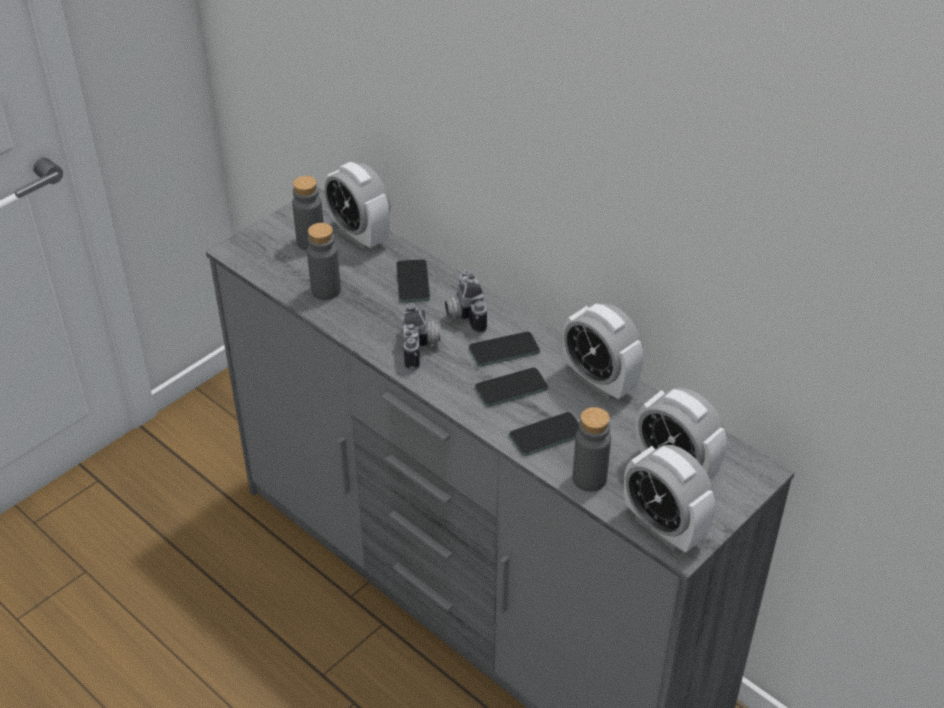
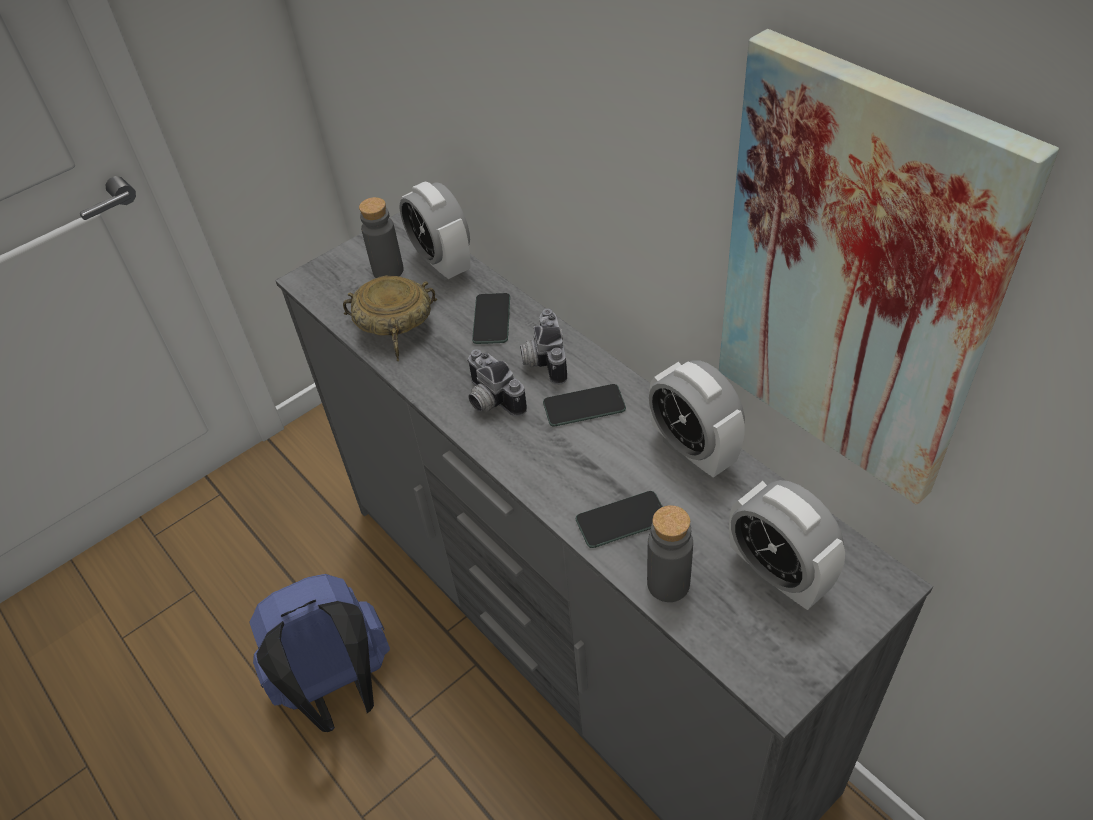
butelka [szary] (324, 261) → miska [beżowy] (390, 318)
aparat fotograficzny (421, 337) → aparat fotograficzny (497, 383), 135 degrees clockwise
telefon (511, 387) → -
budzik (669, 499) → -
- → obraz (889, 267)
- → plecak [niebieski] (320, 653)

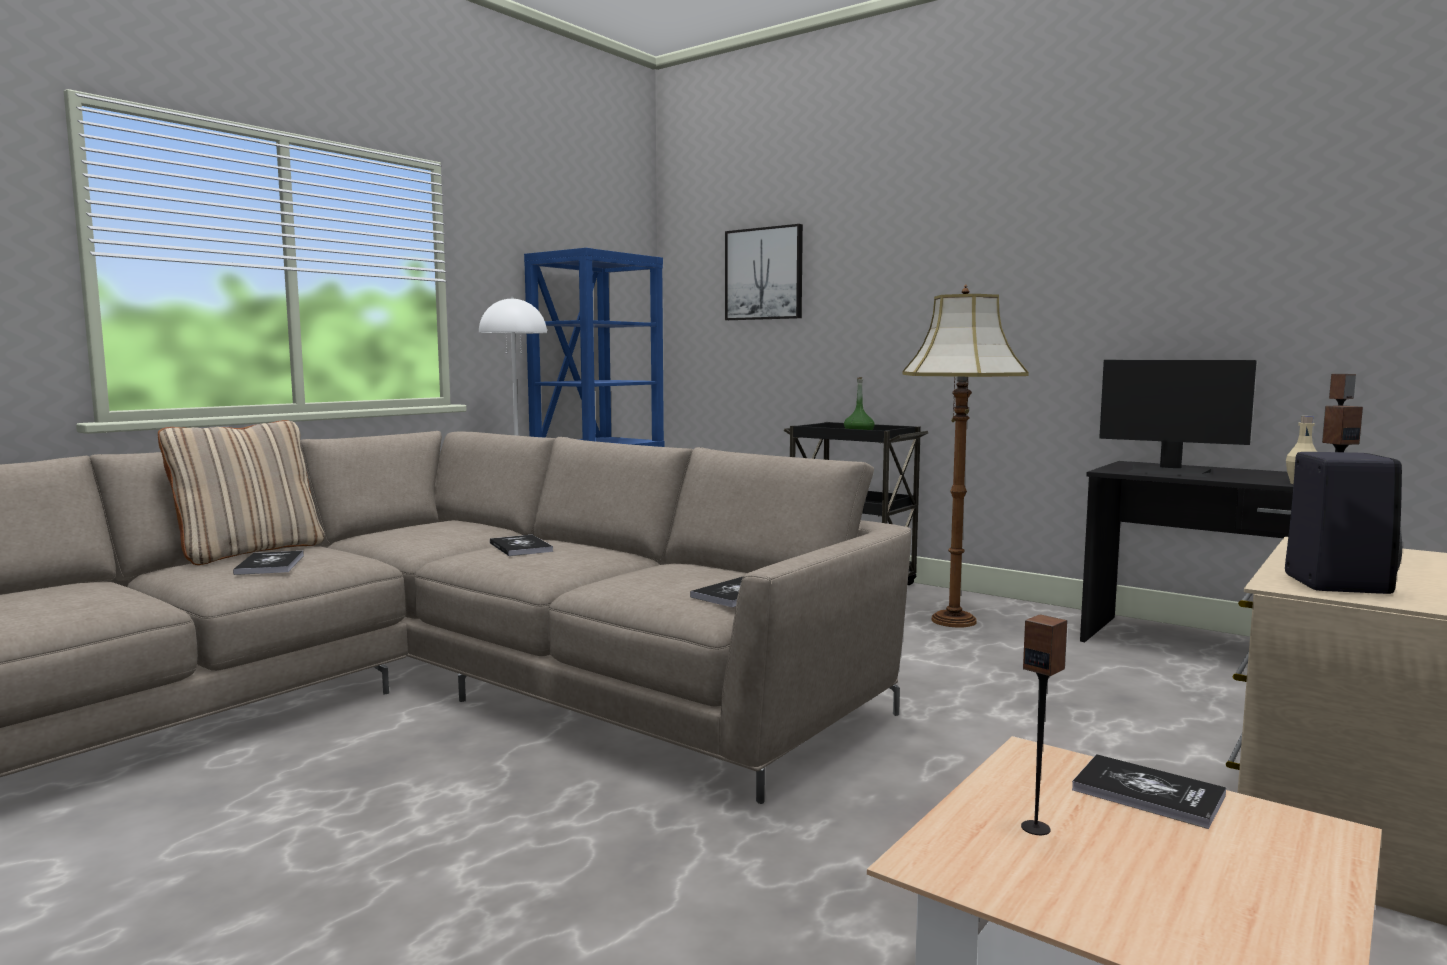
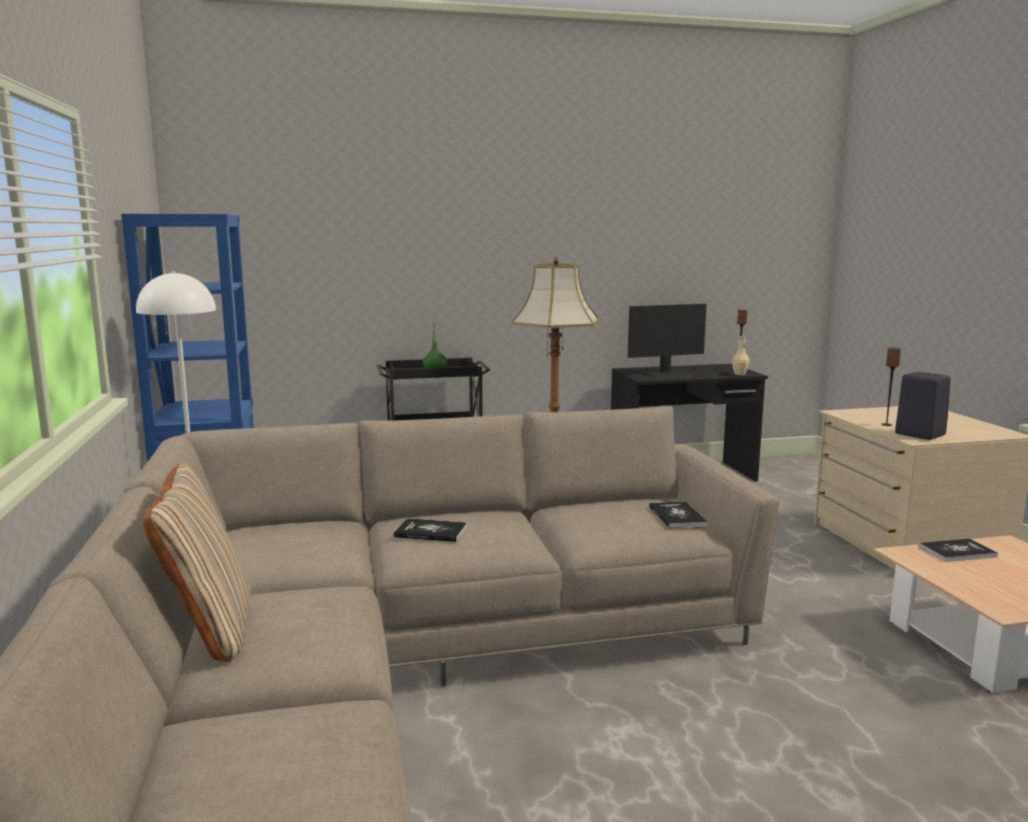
obraz (764, 272) → -
książka (268, 563) → -
głośnik (1044, 724) → -

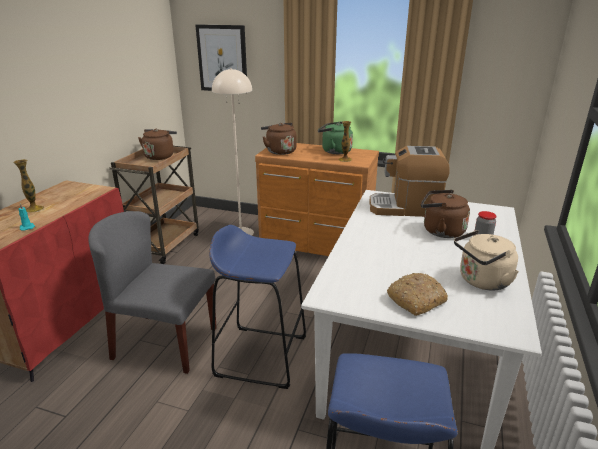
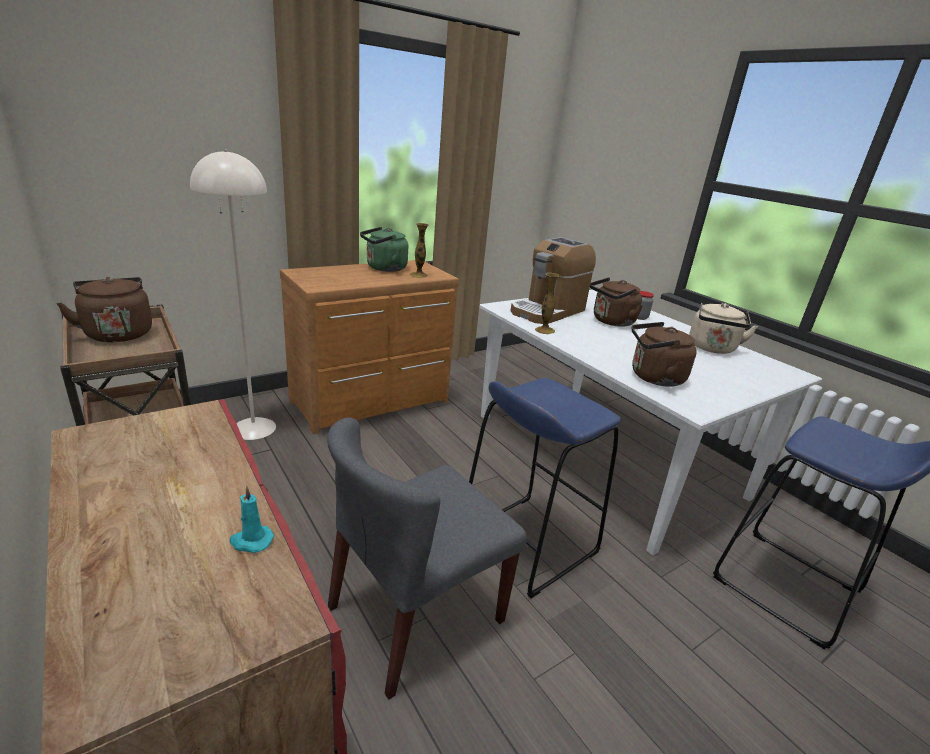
obraz (221, 57) → -
czajnik [brązowy] (279, 139) → czajnik [brązowy] (664, 354), move
wazon (28, 186) → wazon (547, 303), move
chleb (417, 294) → -

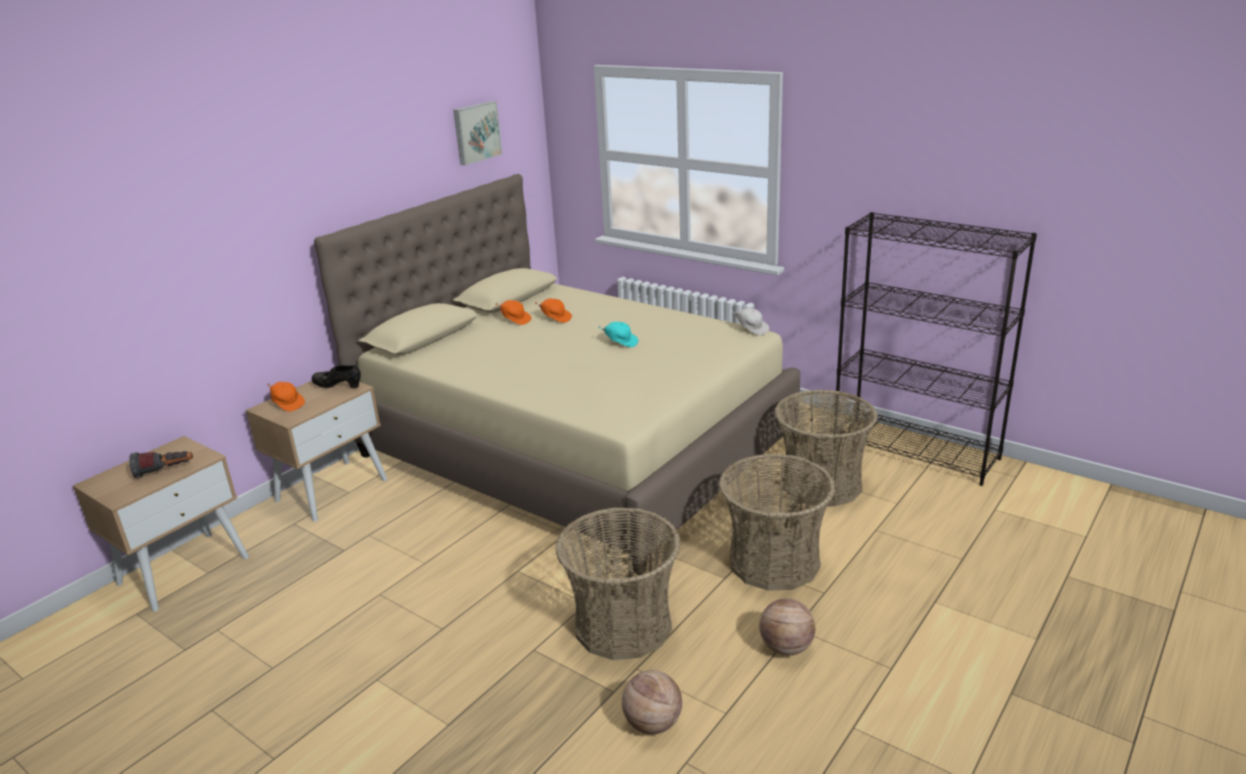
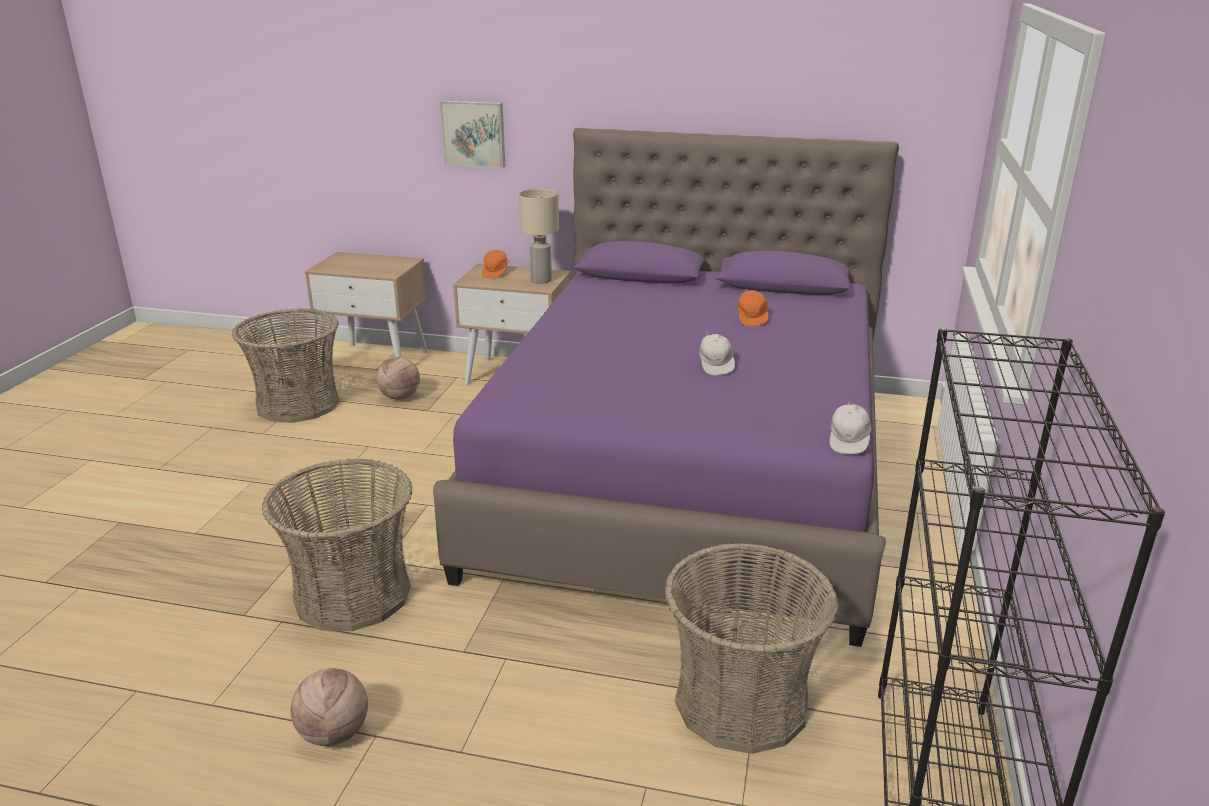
obraz (477, 133) → obraz (472, 134), move
łóżko [beżowy] (557, 374) → łóżko [fioletowy] (666, 387)
czapka z daszkiem [pomarańczowy] (513, 312) → -
czapka z daszkiem [turkusowy] (618, 334) → czapka z daszkiem [biały] (717, 353)
but [czarny] (336, 376) → lampa stołowa [beżowy] (539, 236)
latarka (161, 464) → -
koszyk (777, 522) → koszyk (286, 365), move
piłka do koszykówki (652, 702) → piłka do koszykówki (398, 378), move

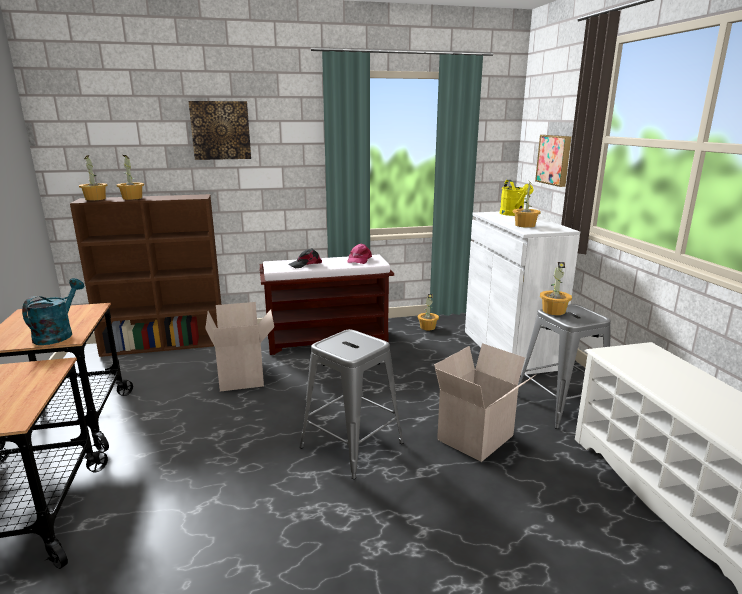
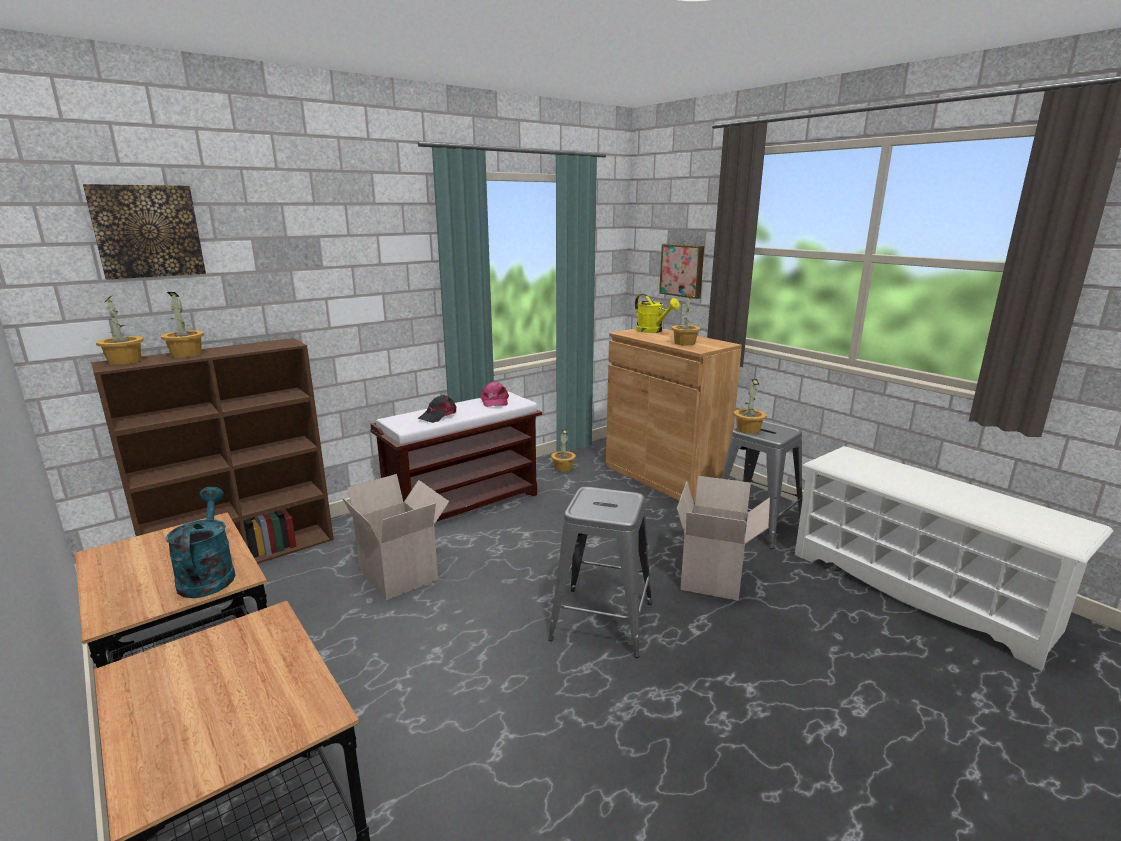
obraz (219, 130) → obraz (144, 232), move
szafka [biały] (522, 293) → szafka [brązowy] (674, 415)

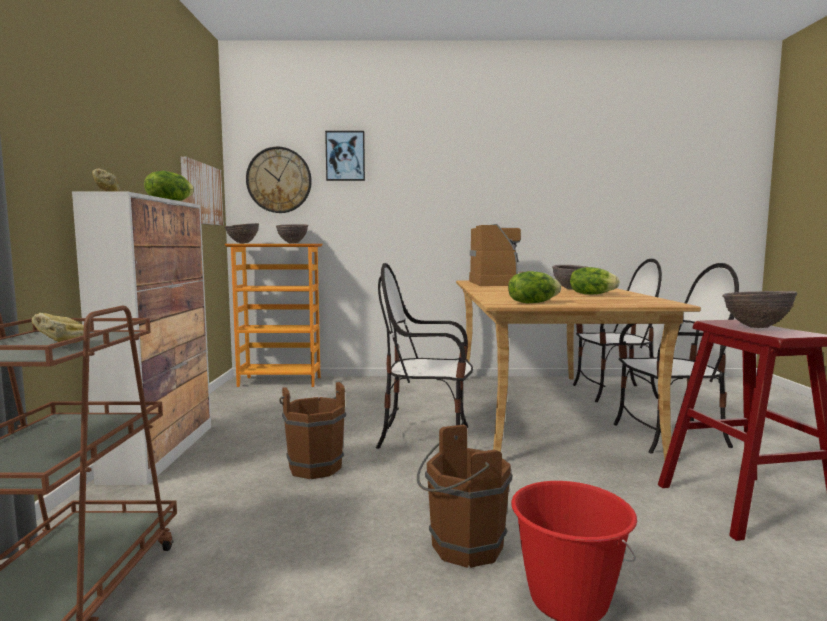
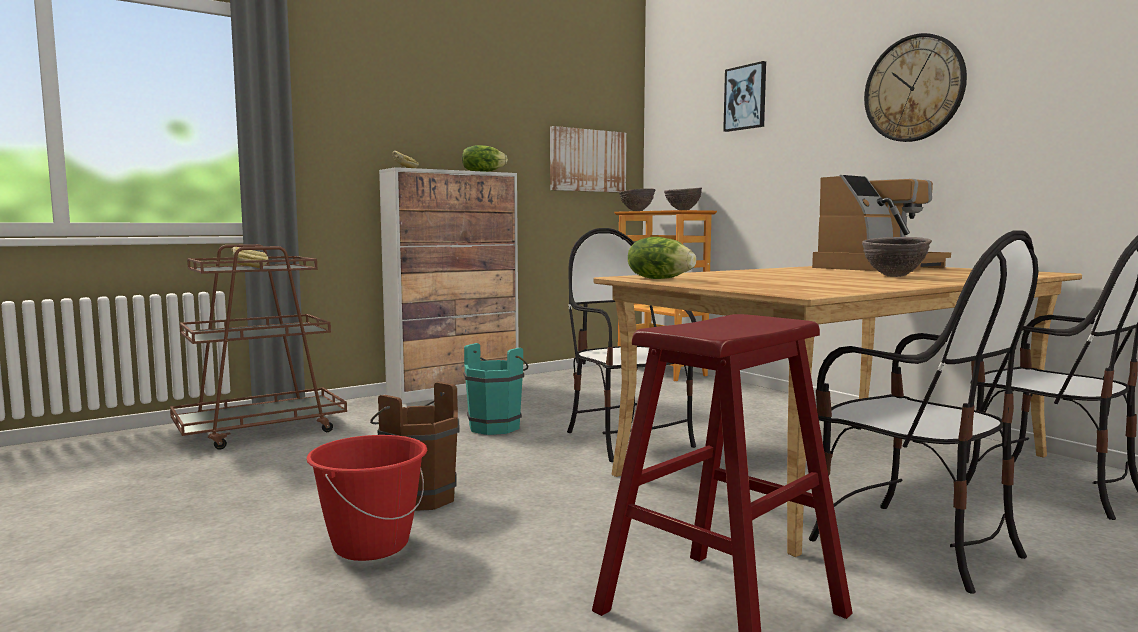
zegar ścienny (279, 180) → zegar ścienny (915, 87), move
sałata (595, 281) → -
miska [brązowy] (759, 309) → -
wiadro [brązowy] (312, 430) → wiadro [turkusowy] (495, 389)

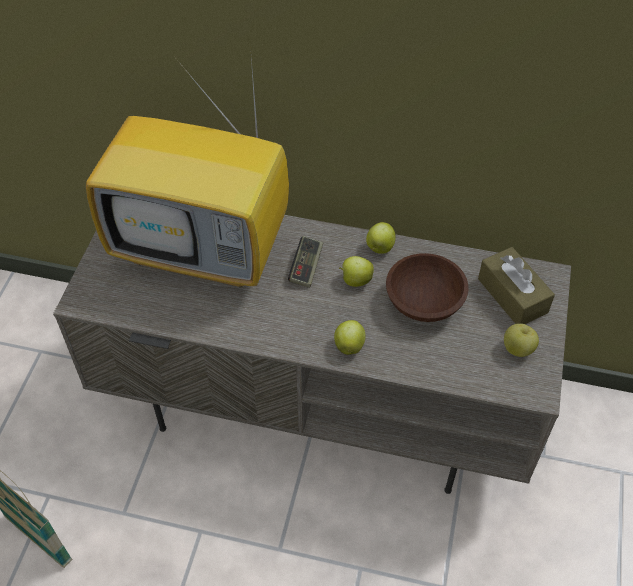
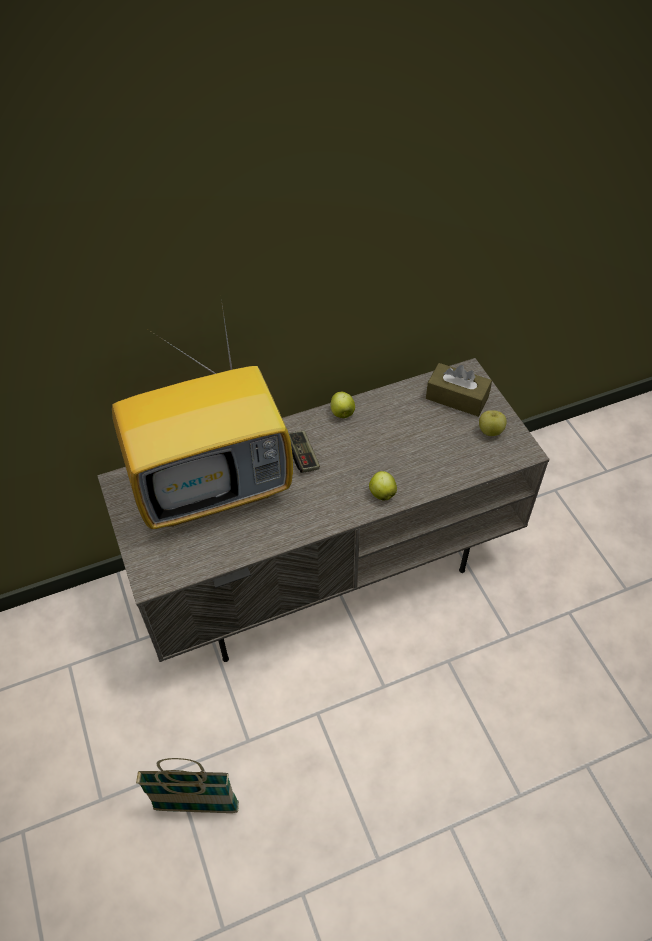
miska [brązowy] (427, 287) → -
jabłko (356, 271) → -

